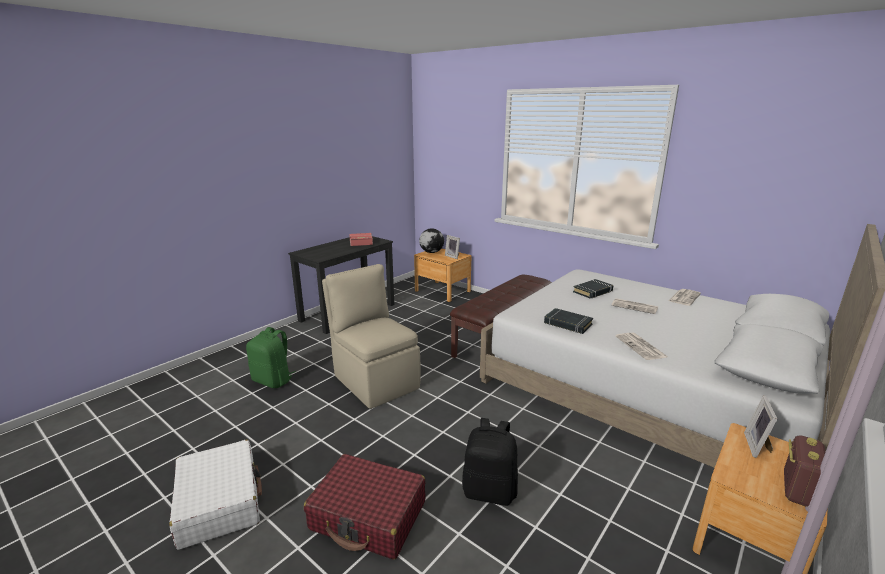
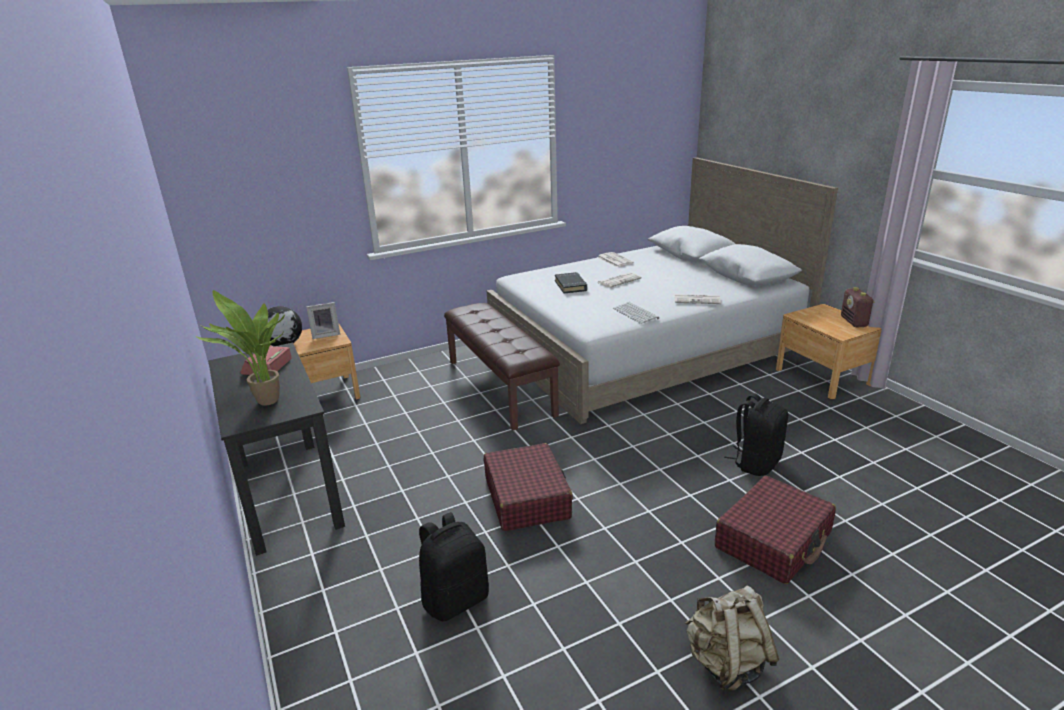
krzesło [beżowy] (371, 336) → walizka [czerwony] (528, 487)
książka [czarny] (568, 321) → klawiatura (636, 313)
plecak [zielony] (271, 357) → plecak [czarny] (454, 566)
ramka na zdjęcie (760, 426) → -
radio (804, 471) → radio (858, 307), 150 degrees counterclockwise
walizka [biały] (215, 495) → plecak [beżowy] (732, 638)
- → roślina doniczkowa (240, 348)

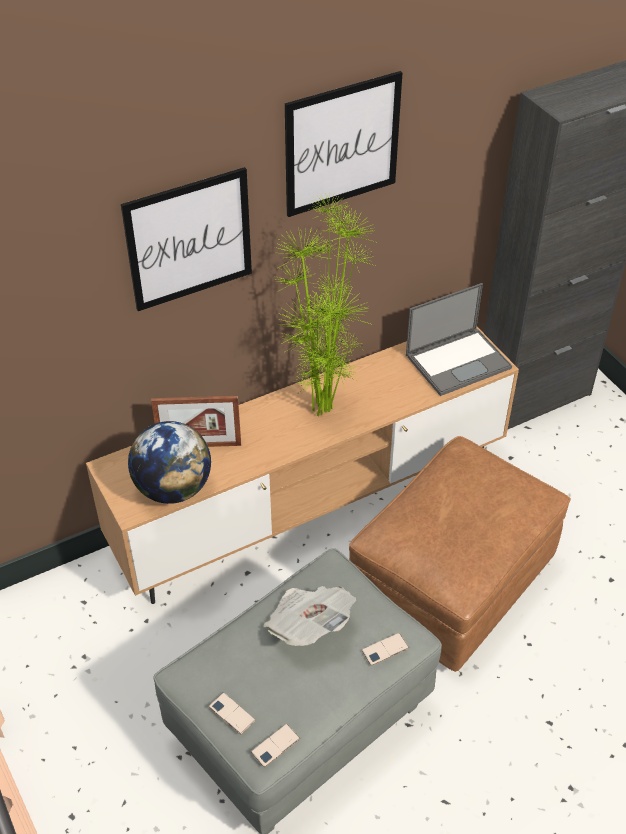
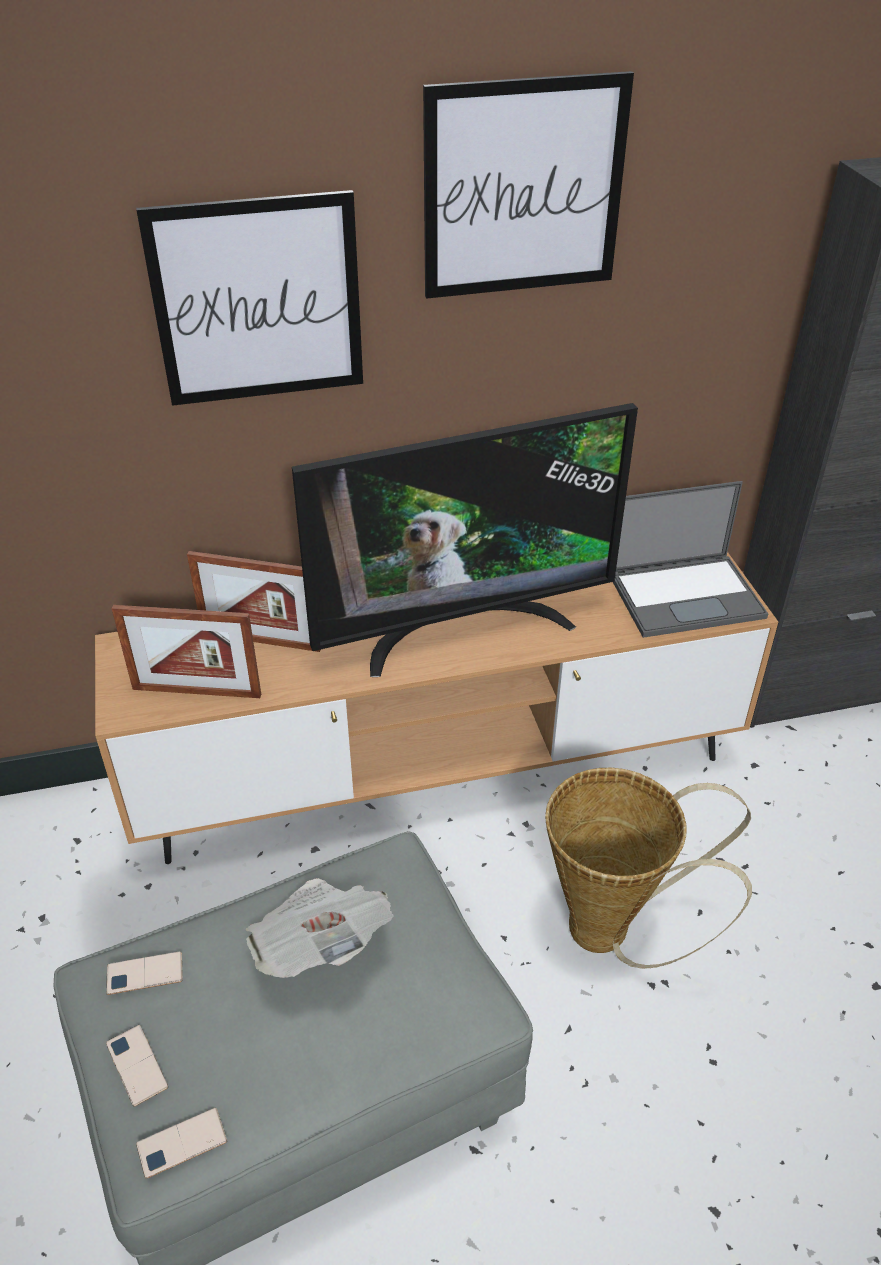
roślina doniczkowa (326, 304) → telewizor (465, 540)
globus (169, 462) → ramka na zdjęcie (186, 651)
pufa [brązowy] (460, 554) → koszyk (648, 868)
telefon (385, 649) → telefon (144, 973), move

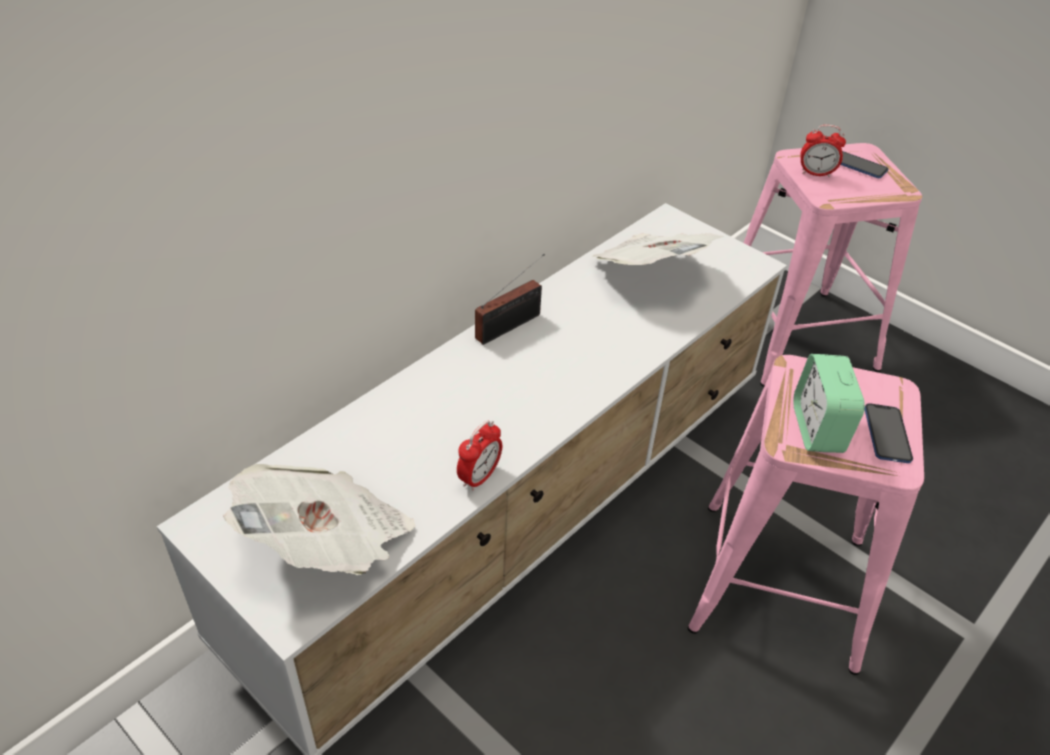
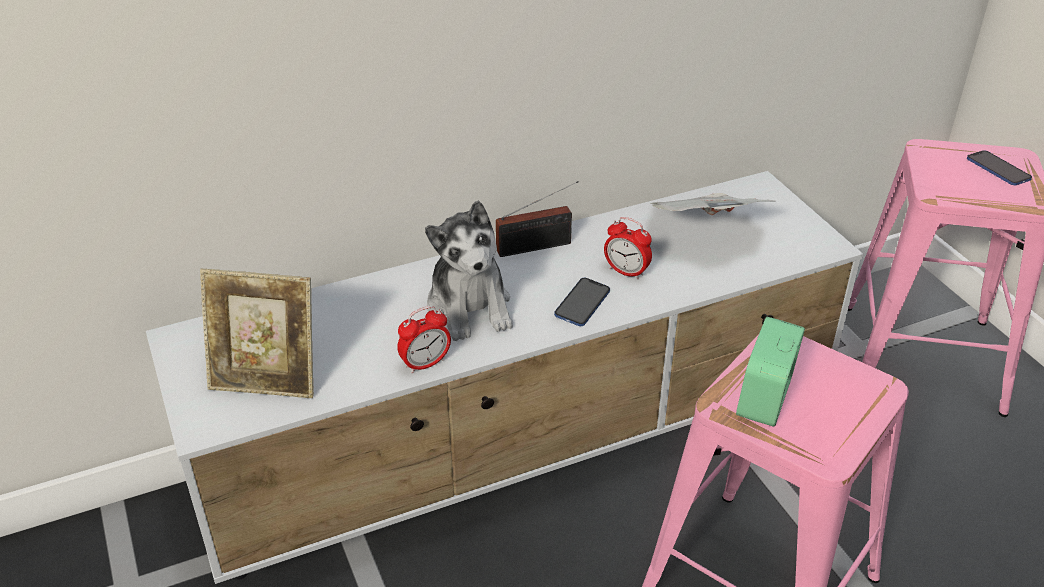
budzik (823, 151) → budzik (628, 248), move
telefon (888, 433) → telefon (582, 302), move
gazeta (319, 519) → ramka na zdjęcie (257, 333)
- → pluszak (469, 271)

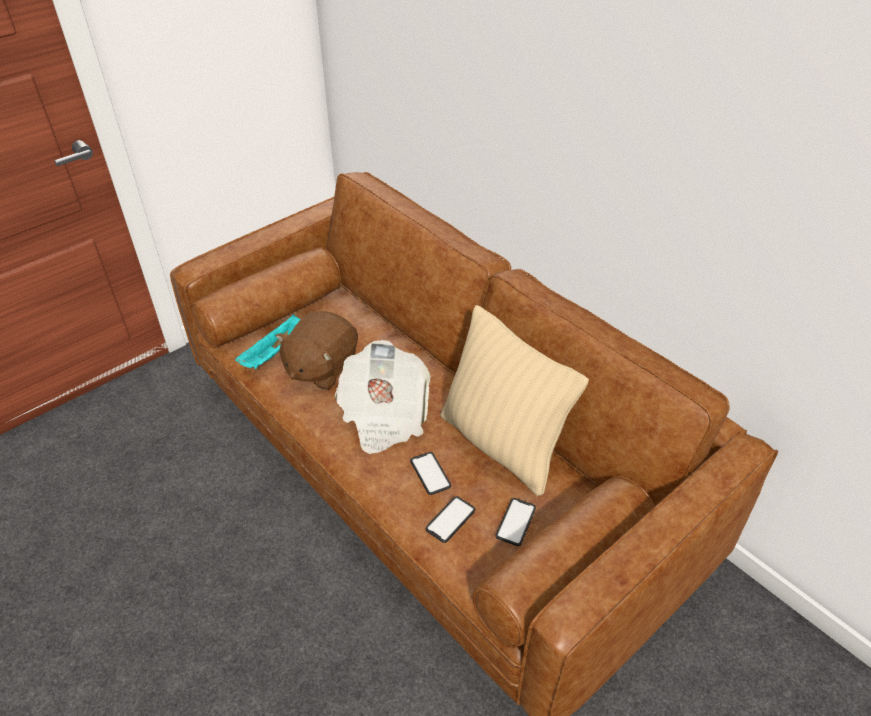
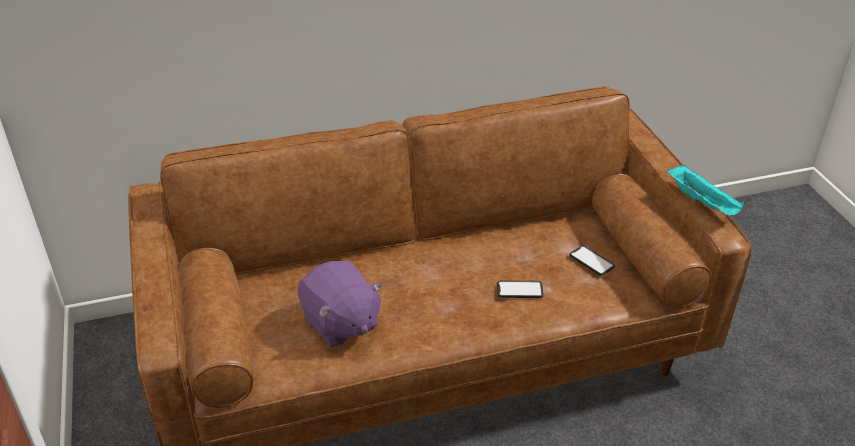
poduszka [beżowy] (514, 400) → -
pluszak [brązowy] (316, 350) → pluszak [fioletowy] (340, 304)
taca [turkusowy] (268, 342) → taca [turkusowy] (705, 190), move
gazeta (383, 397) → -
telefon (450, 519) → -

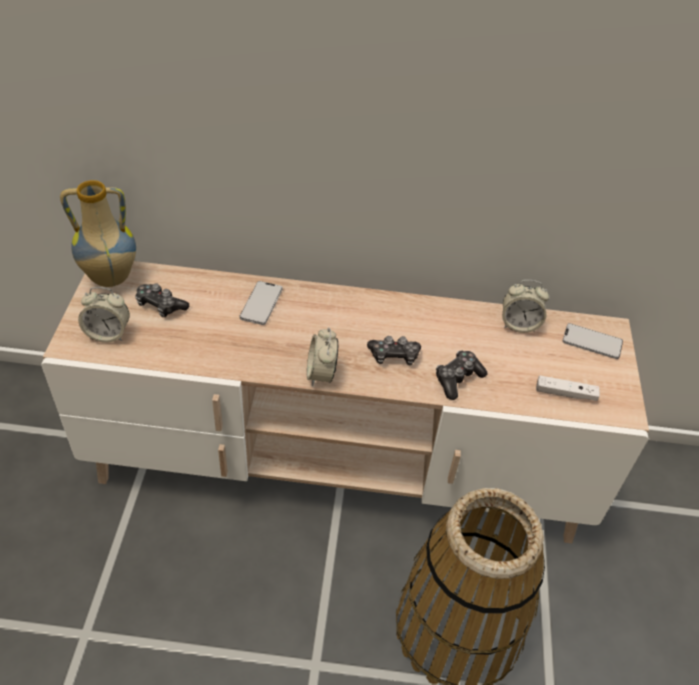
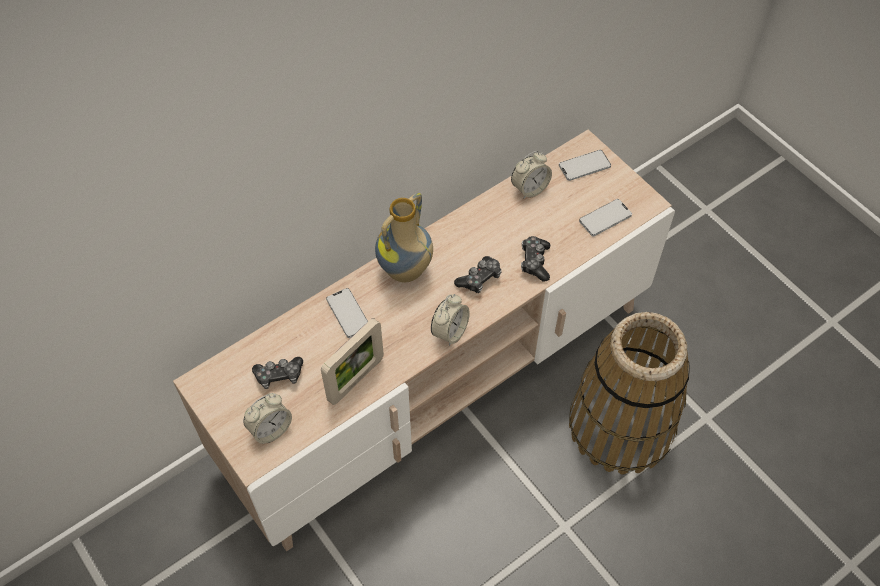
wazon (98, 233) → wazon (404, 237), move
budzik (322, 356) → budzik (450, 320), 105 degrees counterclockwise
pad do gier [biały] (568, 388) → telefon (605, 217)
- → ramka na zdjęcie (352, 361)

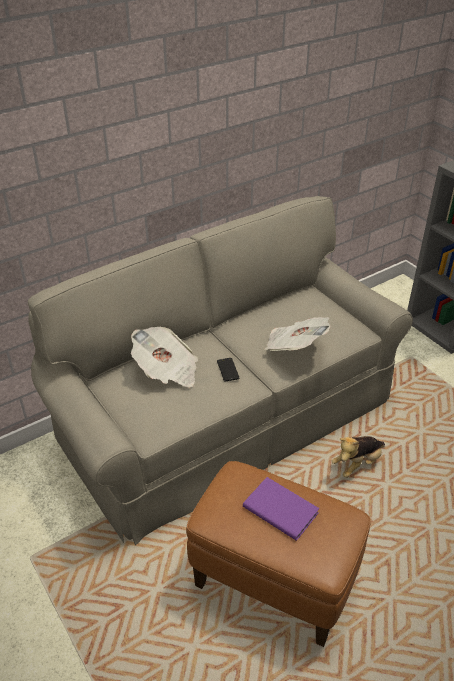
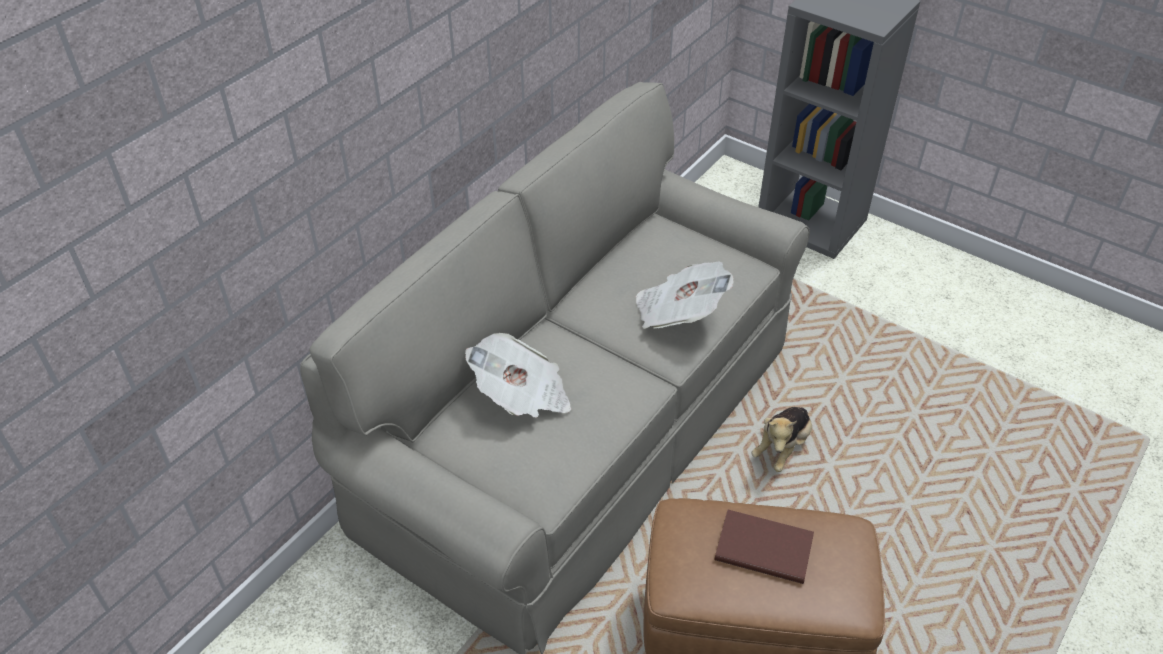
telefon (228, 369) → -
książka [fioletowy] (281, 509) → książka [brązowy] (764, 547)

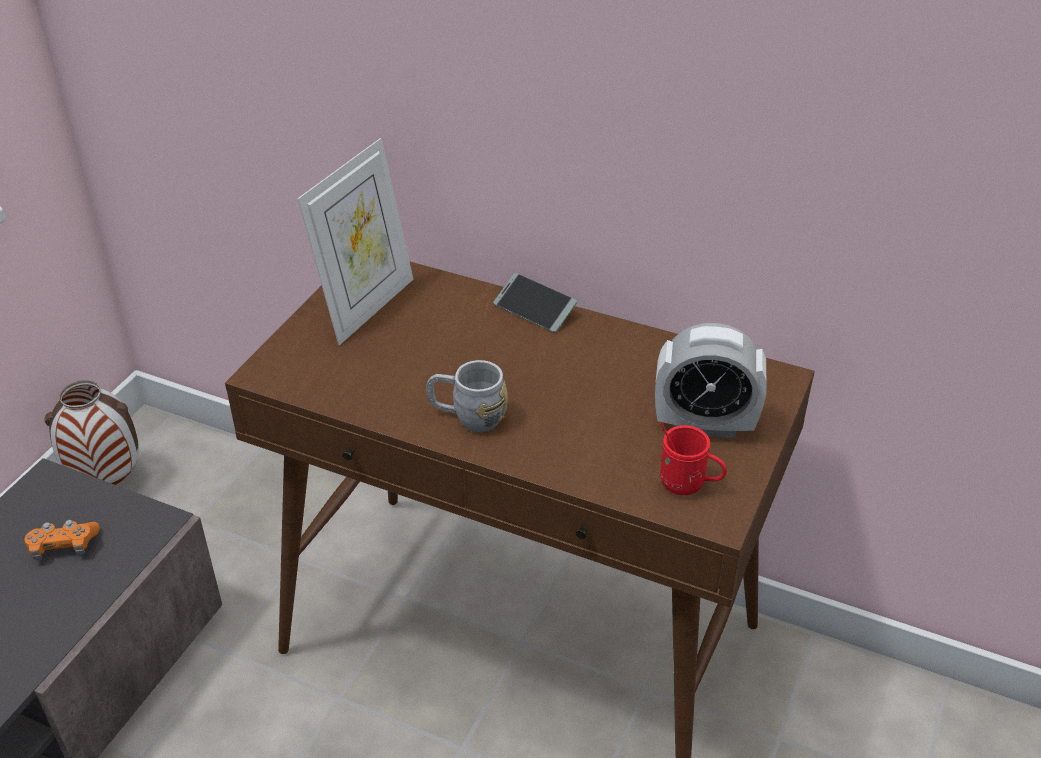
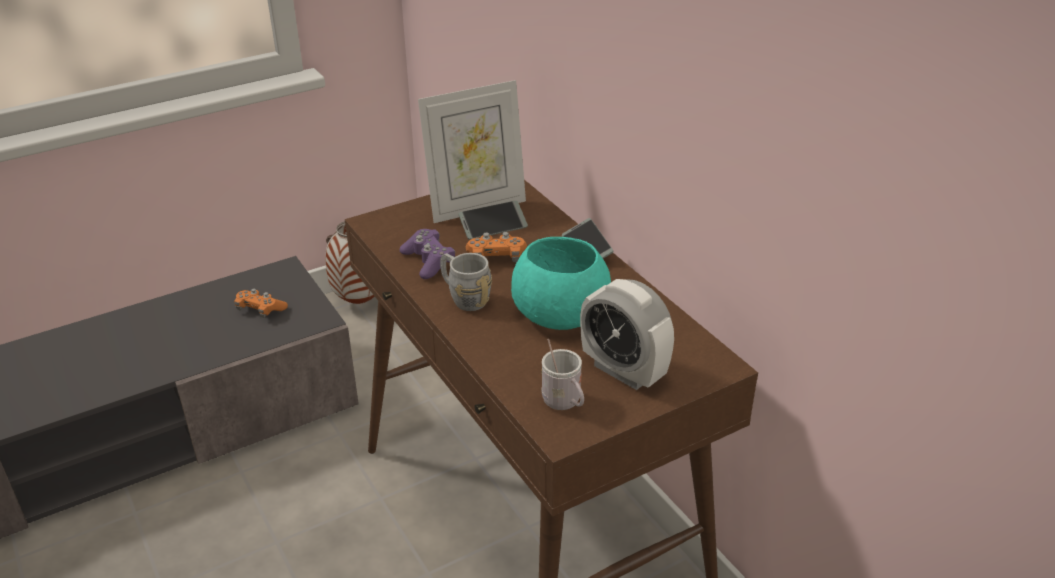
kubek [czerwony] (693, 458) → kubek [biały] (563, 374)
- → telefon (493, 220)
- → pad do gier [fioletowy] (427, 254)
- → pad do gier [pomarańczowy] (496, 247)
- → miska [turkusowy] (561, 283)

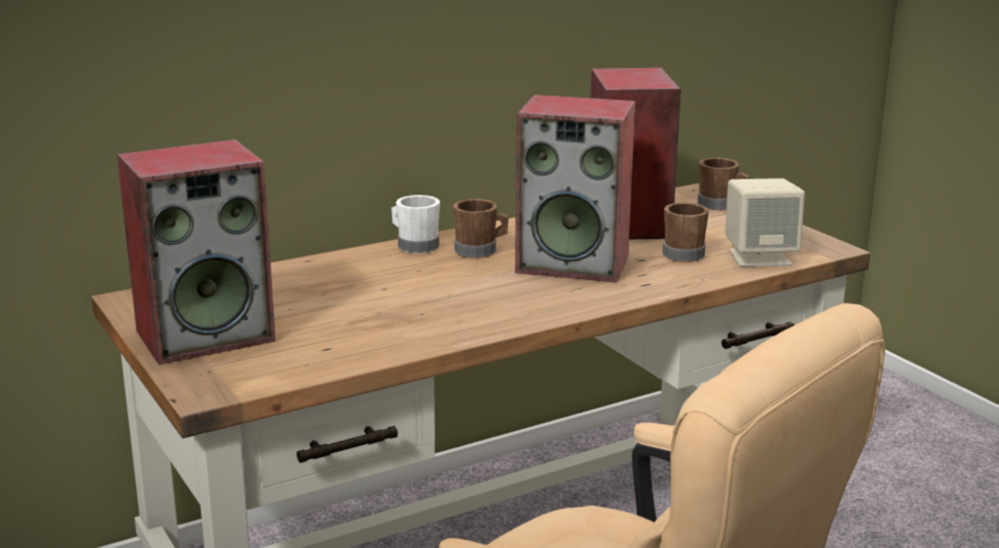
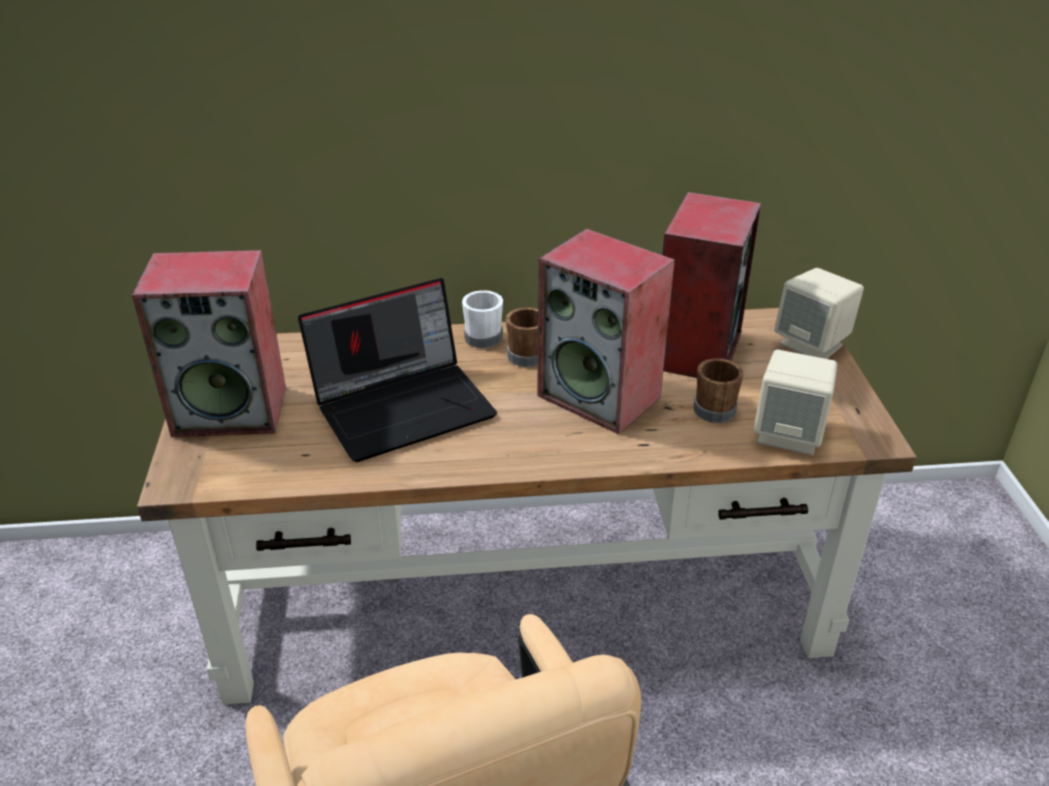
kubek [brązowy] (723, 184) → głośnik [beżowy] (819, 313)
- → laptop (397, 370)

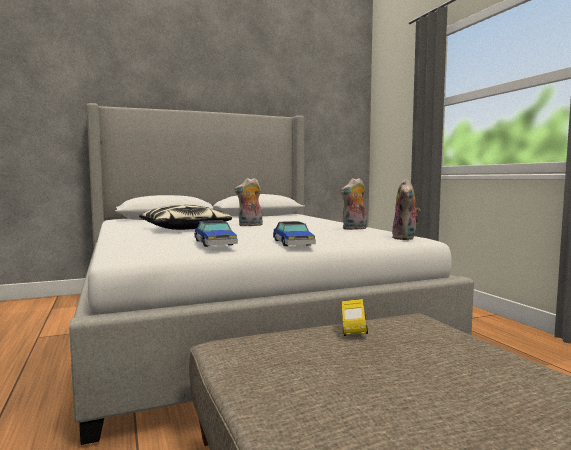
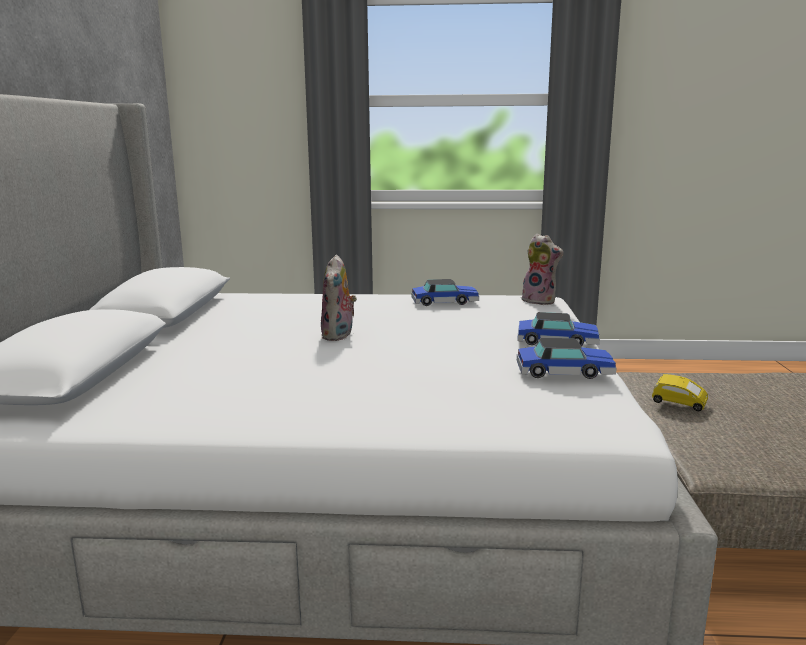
pluszak (354, 204) → samochodzik (445, 292)
poduszka (185, 217) → -

